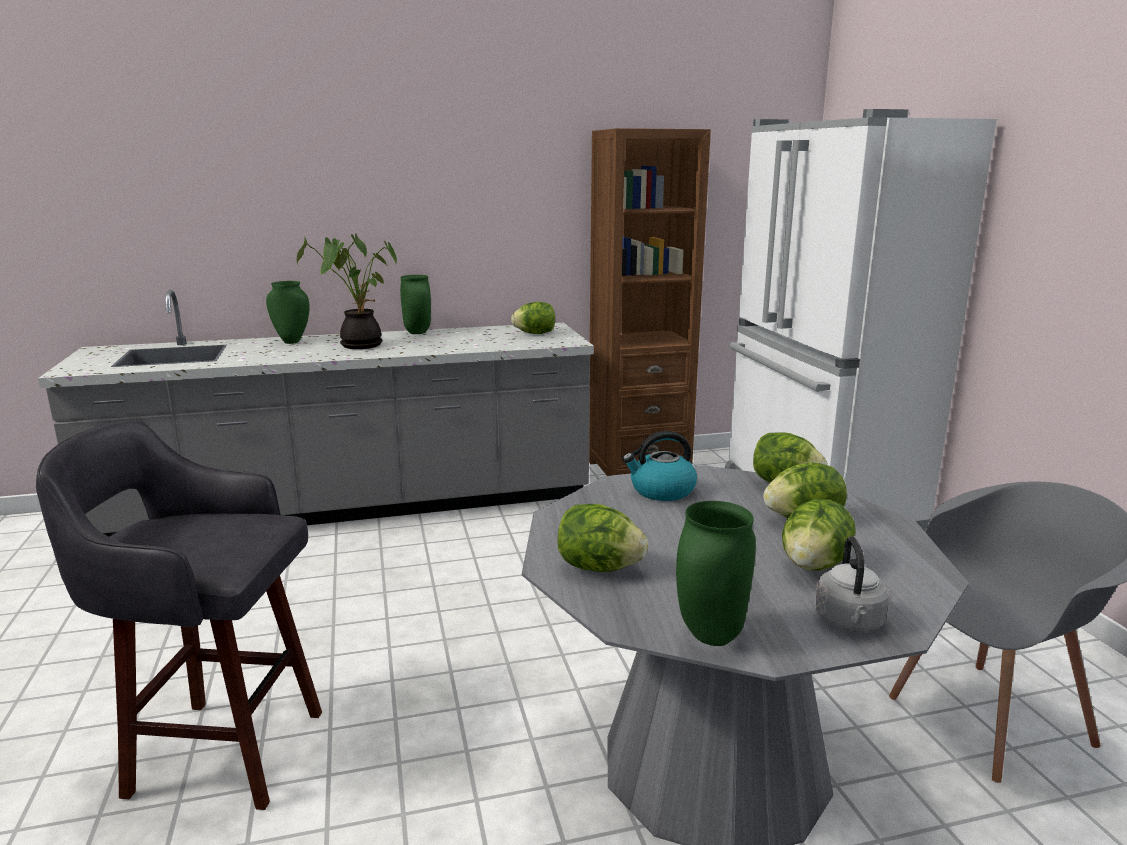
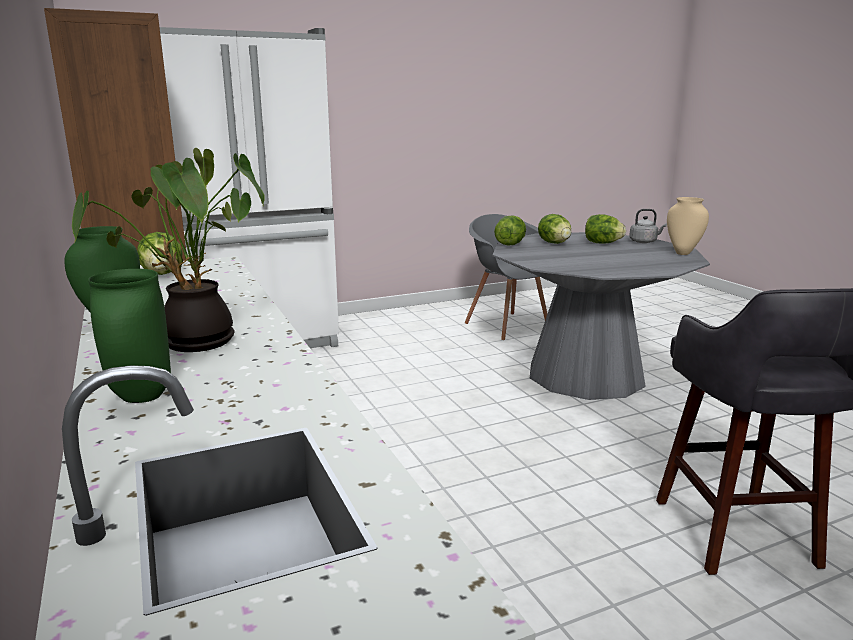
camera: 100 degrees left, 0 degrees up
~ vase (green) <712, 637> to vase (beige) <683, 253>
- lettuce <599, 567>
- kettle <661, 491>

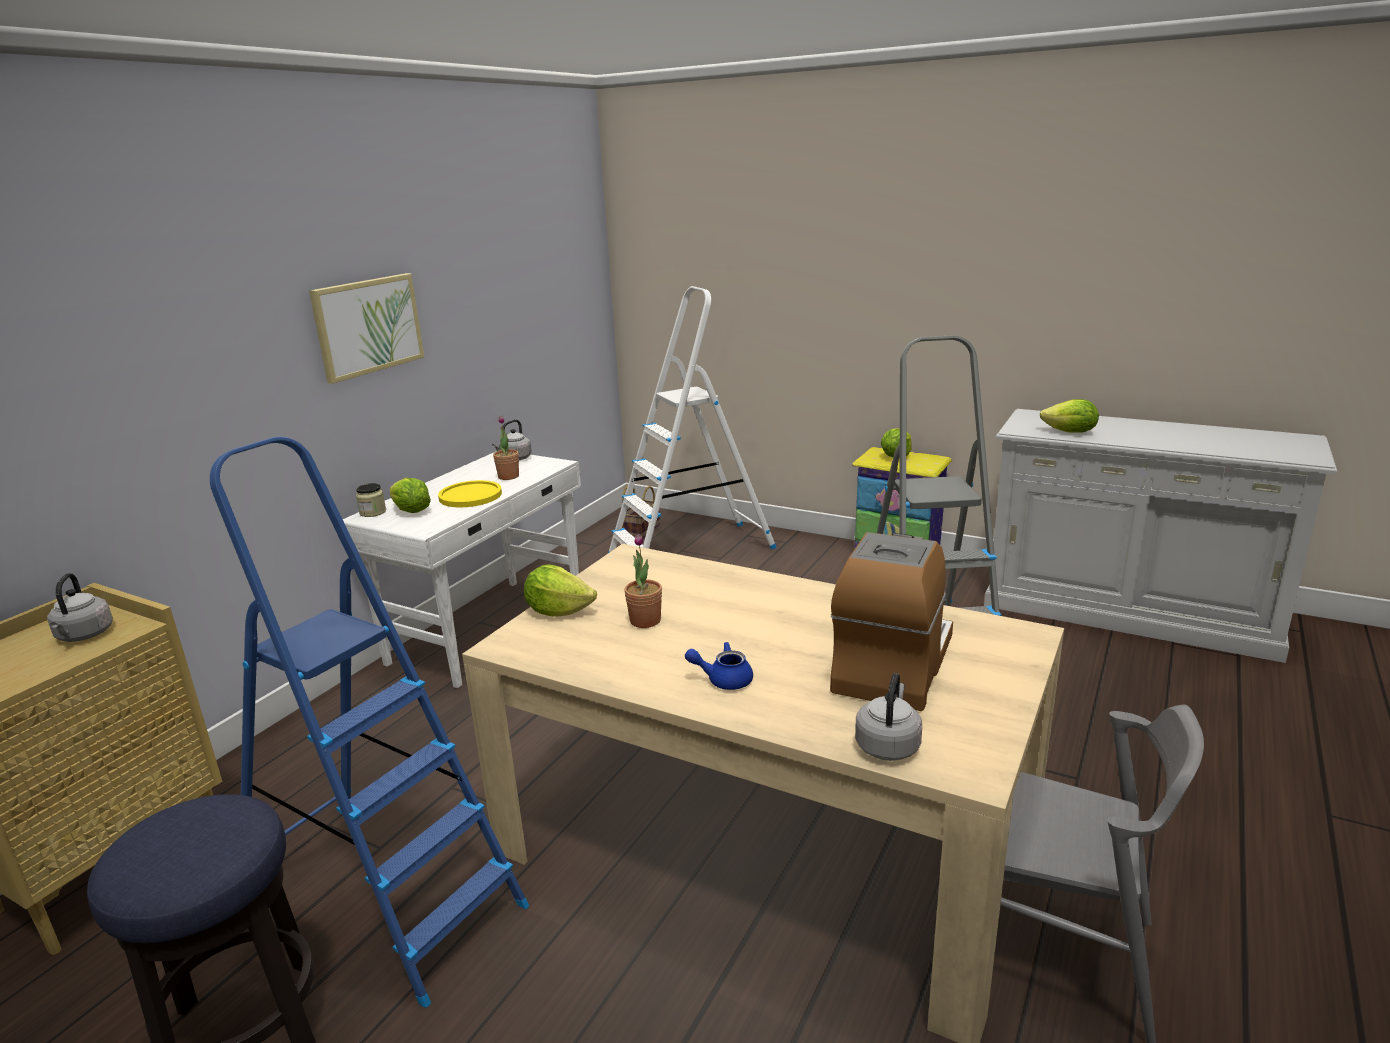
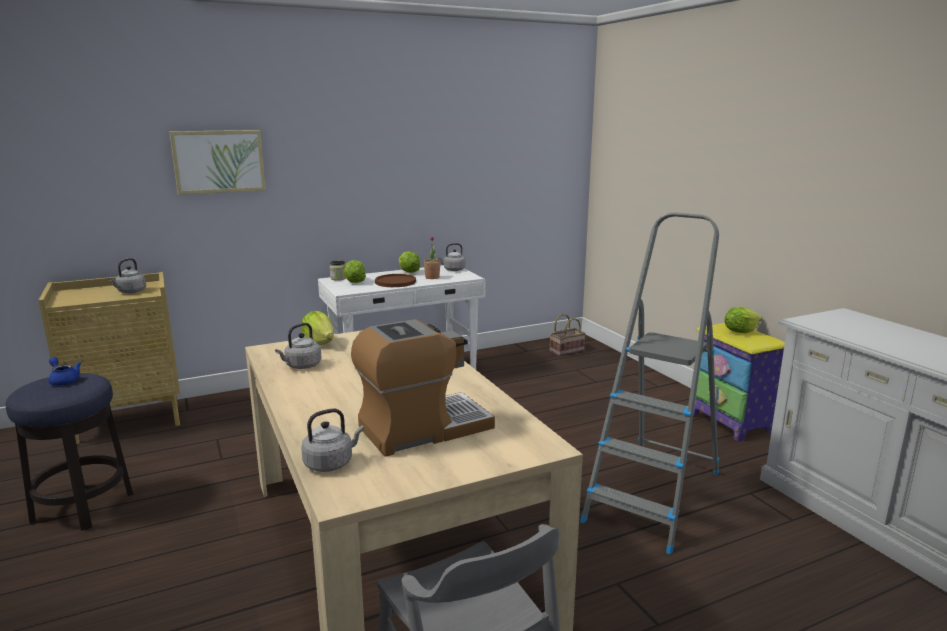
camera: 35 degrees right, 5 degrees down
~ teapot (blue) <723, 679> to <64, 380>
~ picture <368, 326> to <219, 161>
+ kettle (grey) <301, 366>
~ plate (yellow) <470, 496> to plate (brown) <395, 282>
~ lettuce <1070, 432> to <408, 272>
- step ladder (blue) <382, 895>
- step ladder (white) <691, 552>
- potted plant <645, 621>

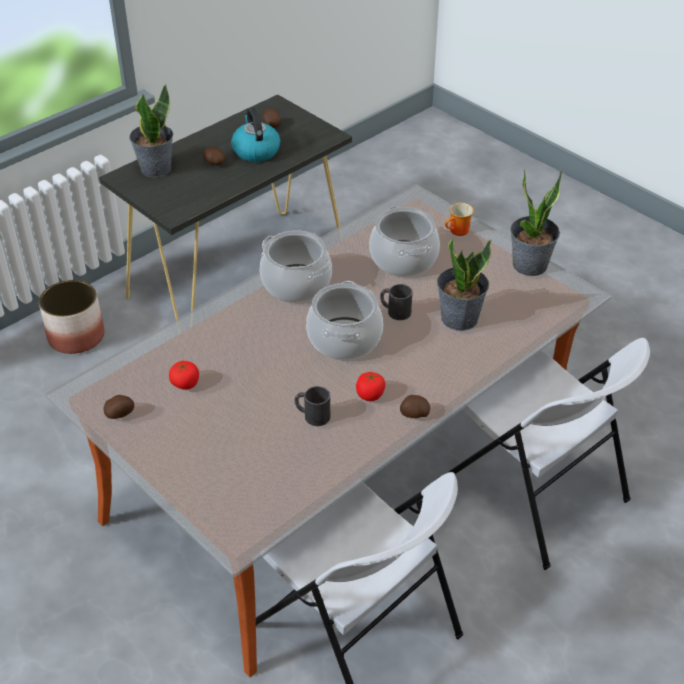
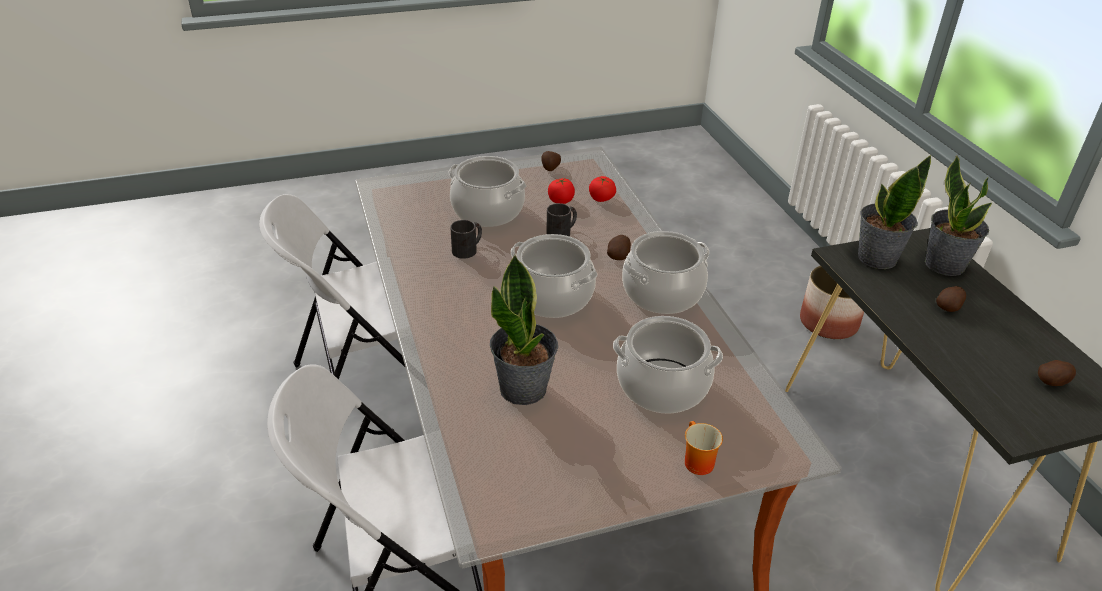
camera: 115 degrees right, 5 degrees down
+ cooking pot <487, 211>
~ mug (black) <395, 311> to <562, 232>
~ tomato <370, 395> to <601, 198>
~ potato <414, 414> to <619, 256>
~ potted plant <530, 265> to <876, 258>
- kettle <255, 151>

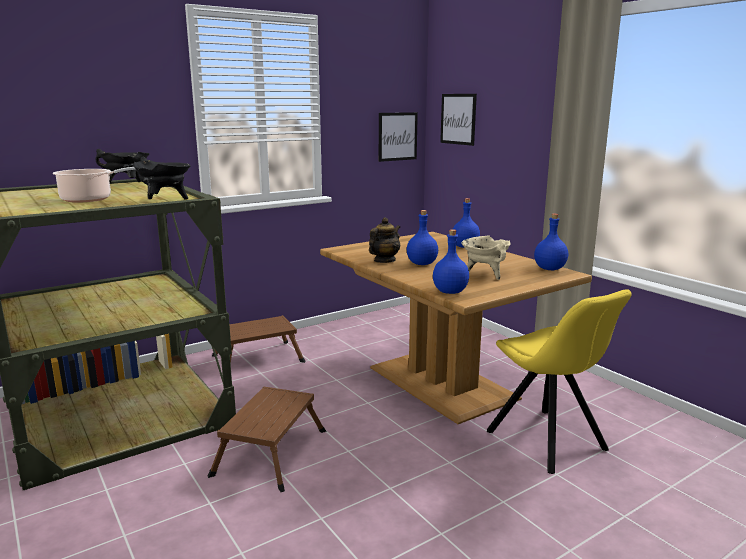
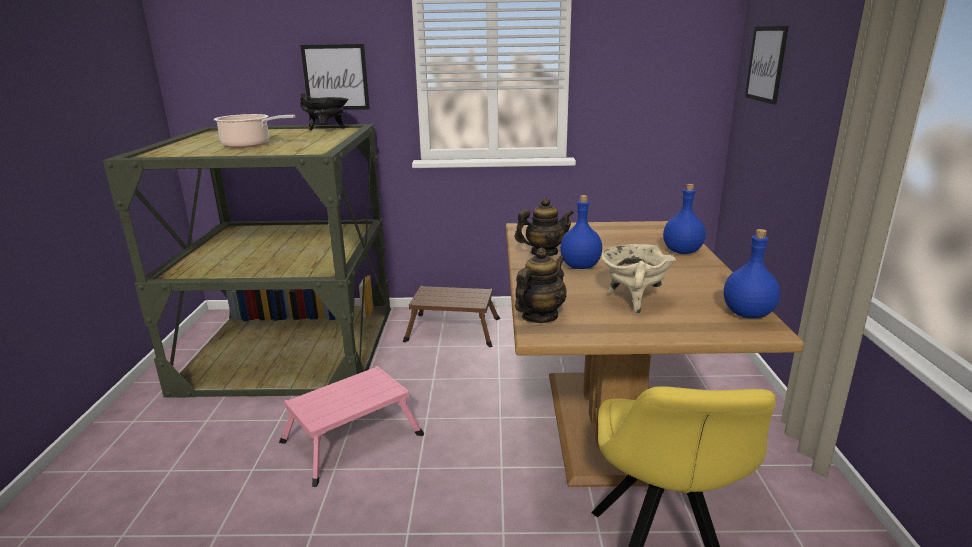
camera: 35 degrees right, 5 degrees up
~ step ladder (brown) <271, 452> to step ladder (pink) <353, 438>
~ picture <397, 136> to <336, 77>
~ bottle (blue) <450, 292> to teapot <539, 316>
- cooking pot (black) <164, 201>

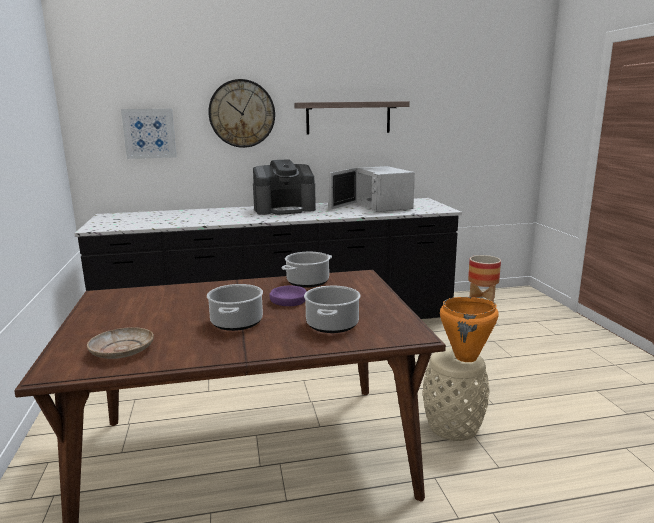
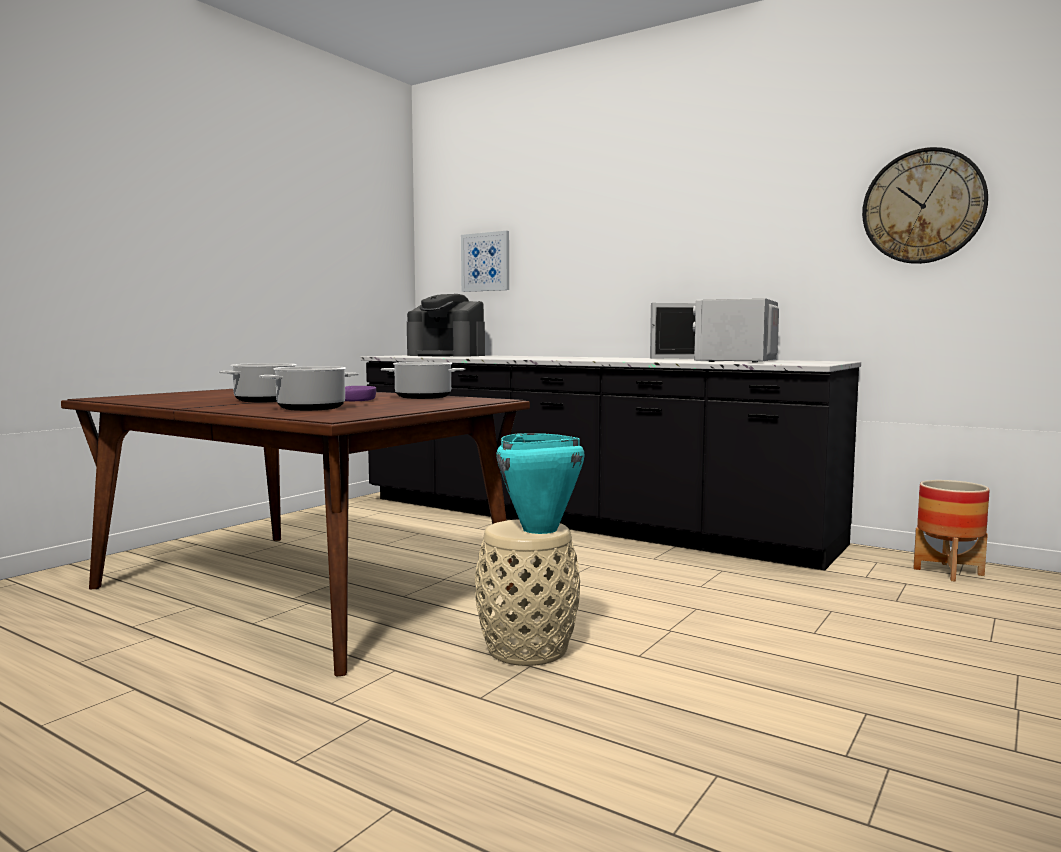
camera: 45 degrees right, 10 degrees down
~ coffee machine <284, 209> to <447, 355>
~ cooking pot (orange) <466, 357> to cooking pot (turquoise) <539, 529>
~ wall clock <242, 113> to <923, 206>
- plate (beige) <121, 350>
- shelf <348, 117>

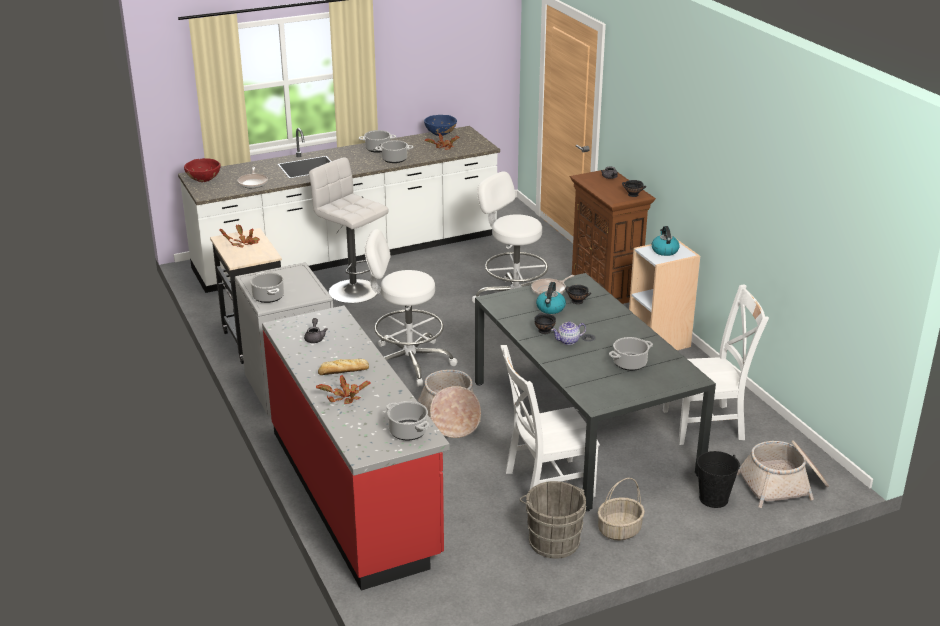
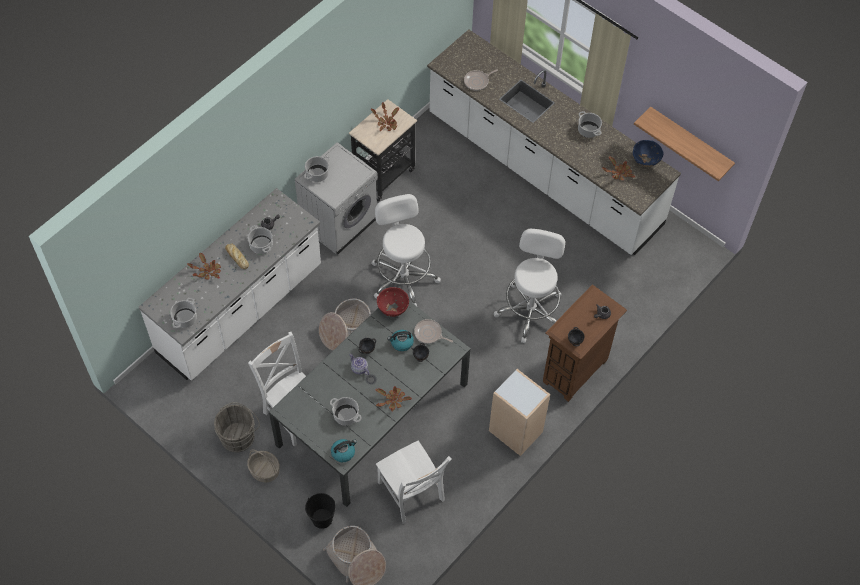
camera: 65 degrees right, 30 degrees up
~ counter (red) <354, 493> to counter (white) <241, 311>
~ cooking pot <394, 159> to <261, 245>
~ kettle <664, 250> to <343, 452>
+ potted plant <393, 401>
~ bowl (red) <204, 180> to <393, 308>
+ shelf <690, 141>
- stool (white) <353, 291>

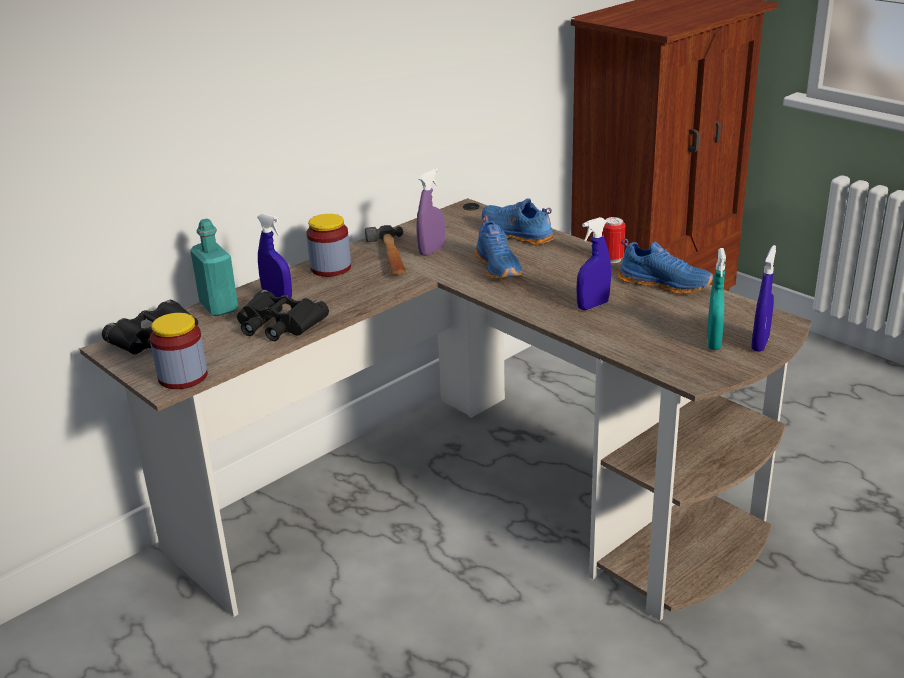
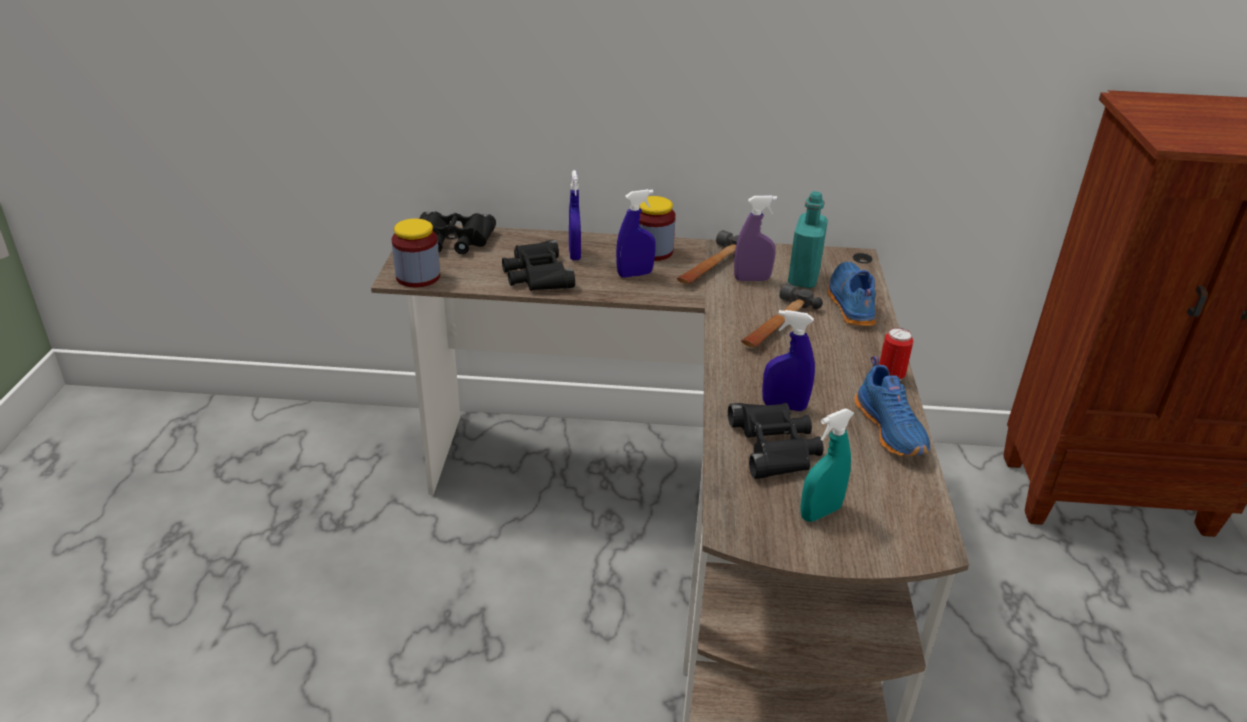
camera: 45 degrees right, 5 degrees up
~ spray bottle (blue) <760, 343> to <635, 274>
+ binoculars (black) <775, 446>
~ shoe (blue) <499, 267> to hammer <776, 325>
~ bottle (turquoise) <219, 306> to <803, 278>

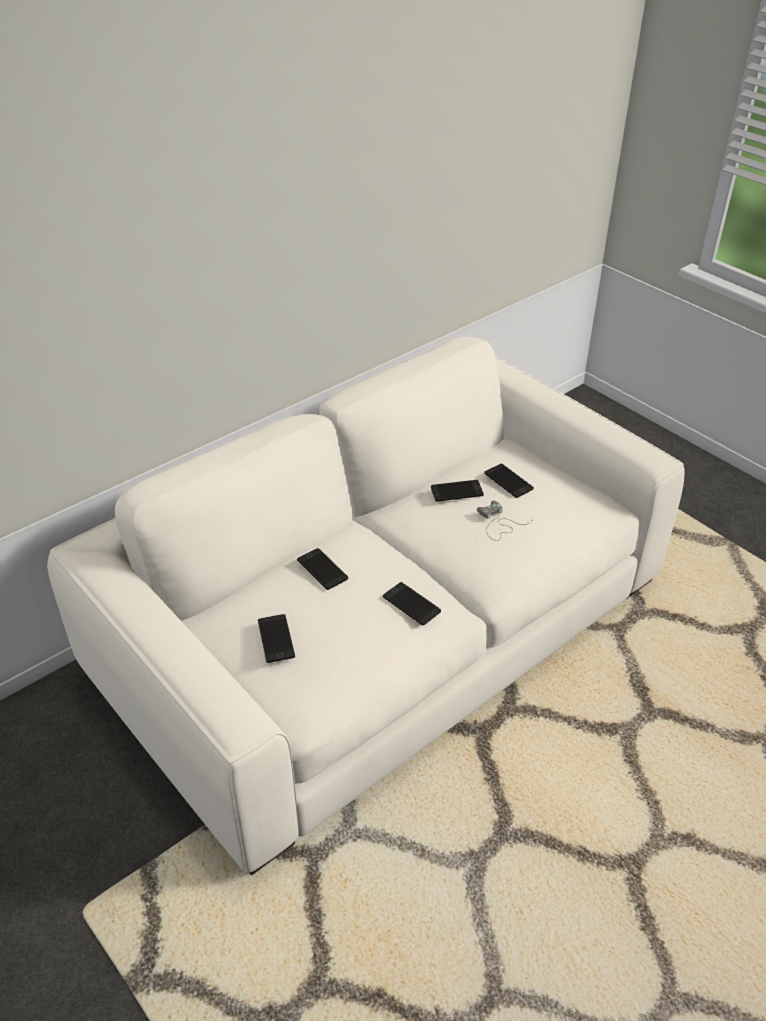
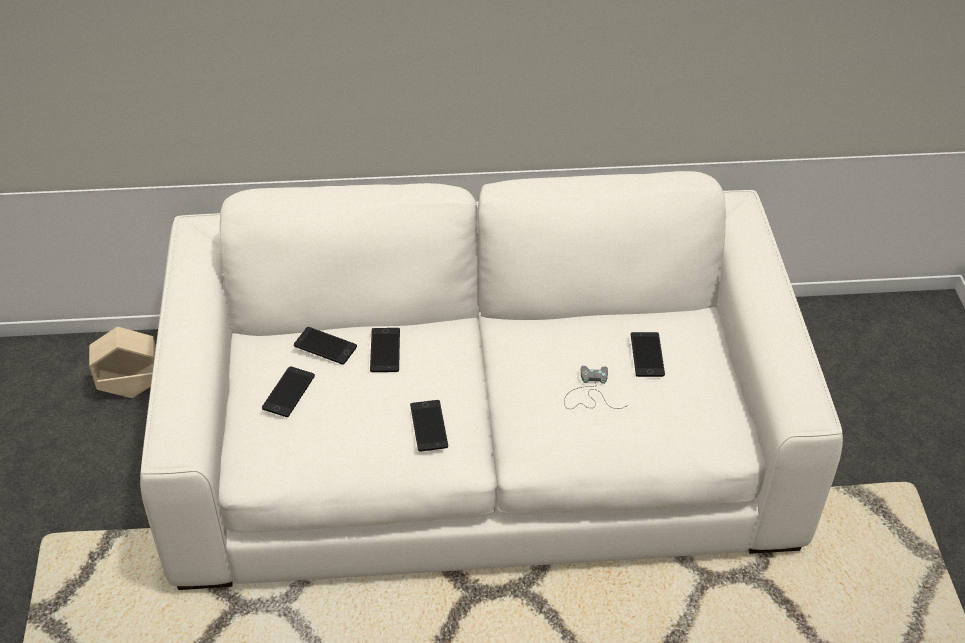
camera: 35 degrees right, 5 degrees up
+ planter (beige) <132, 387>
~ phone <457, 491> to <325, 346>

